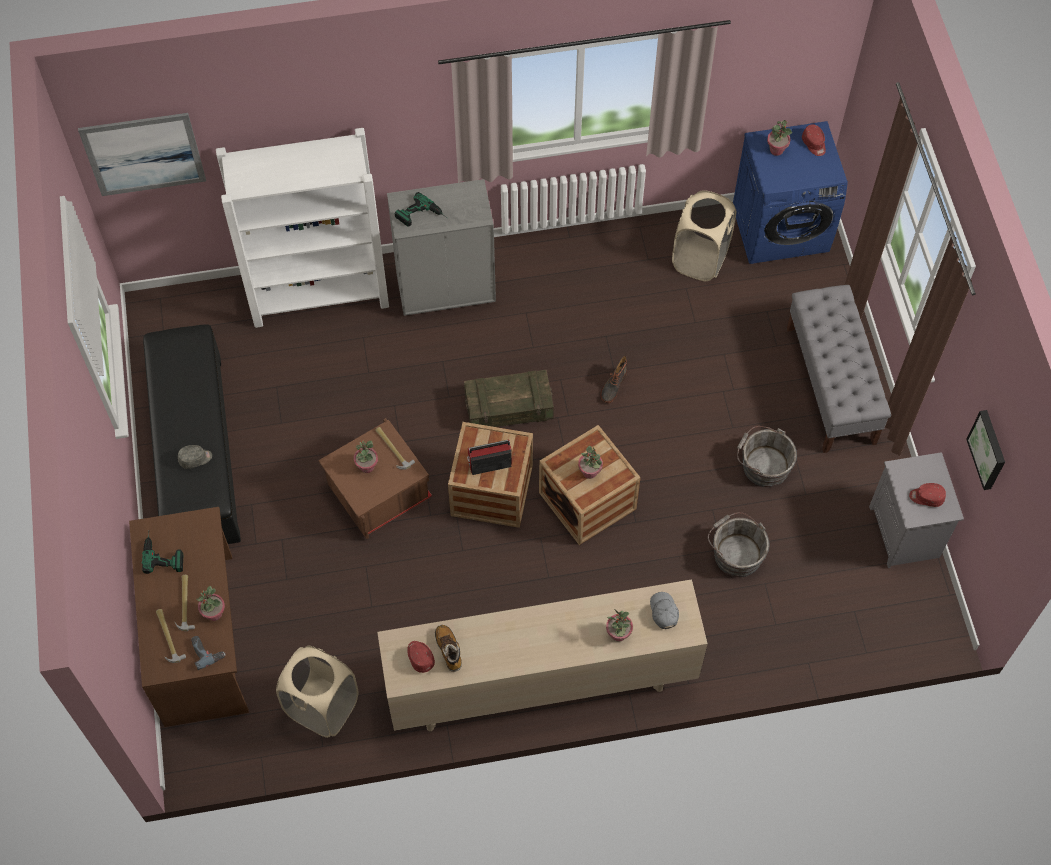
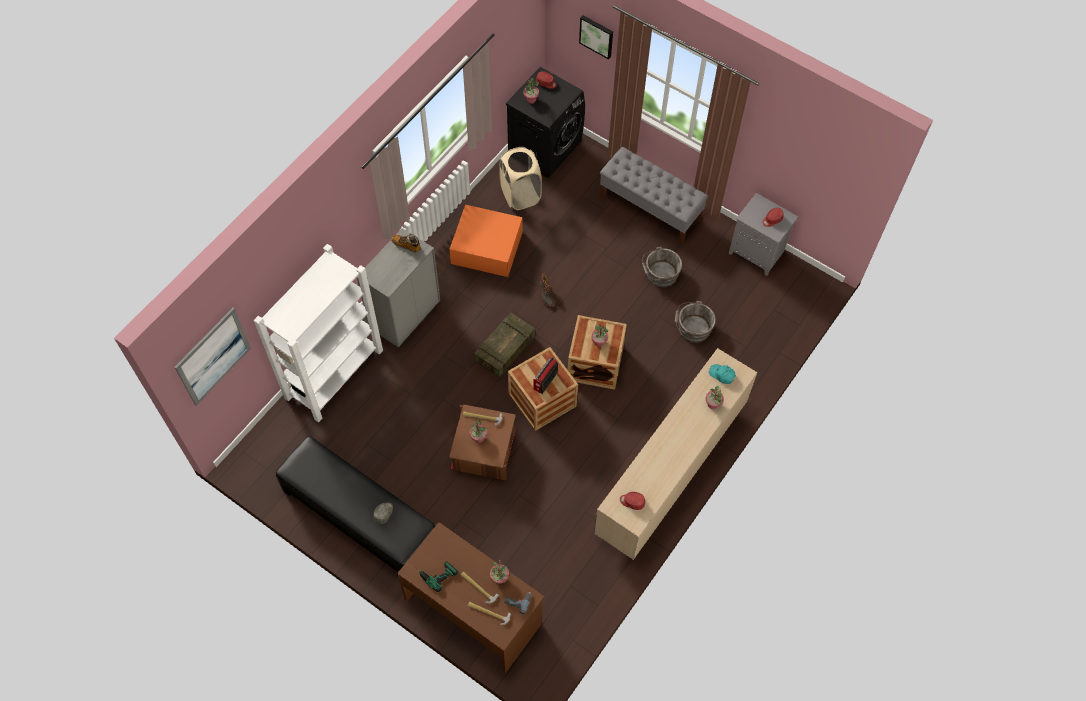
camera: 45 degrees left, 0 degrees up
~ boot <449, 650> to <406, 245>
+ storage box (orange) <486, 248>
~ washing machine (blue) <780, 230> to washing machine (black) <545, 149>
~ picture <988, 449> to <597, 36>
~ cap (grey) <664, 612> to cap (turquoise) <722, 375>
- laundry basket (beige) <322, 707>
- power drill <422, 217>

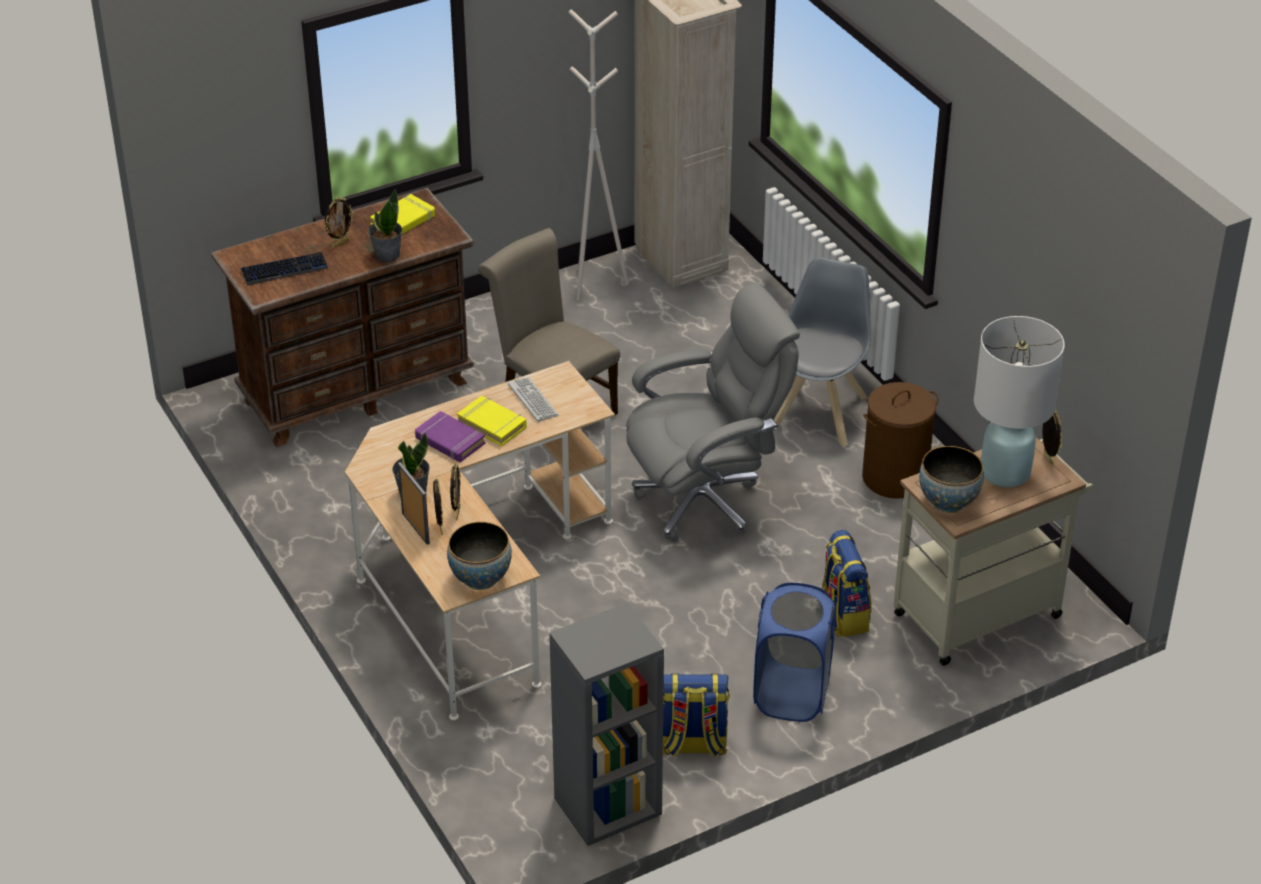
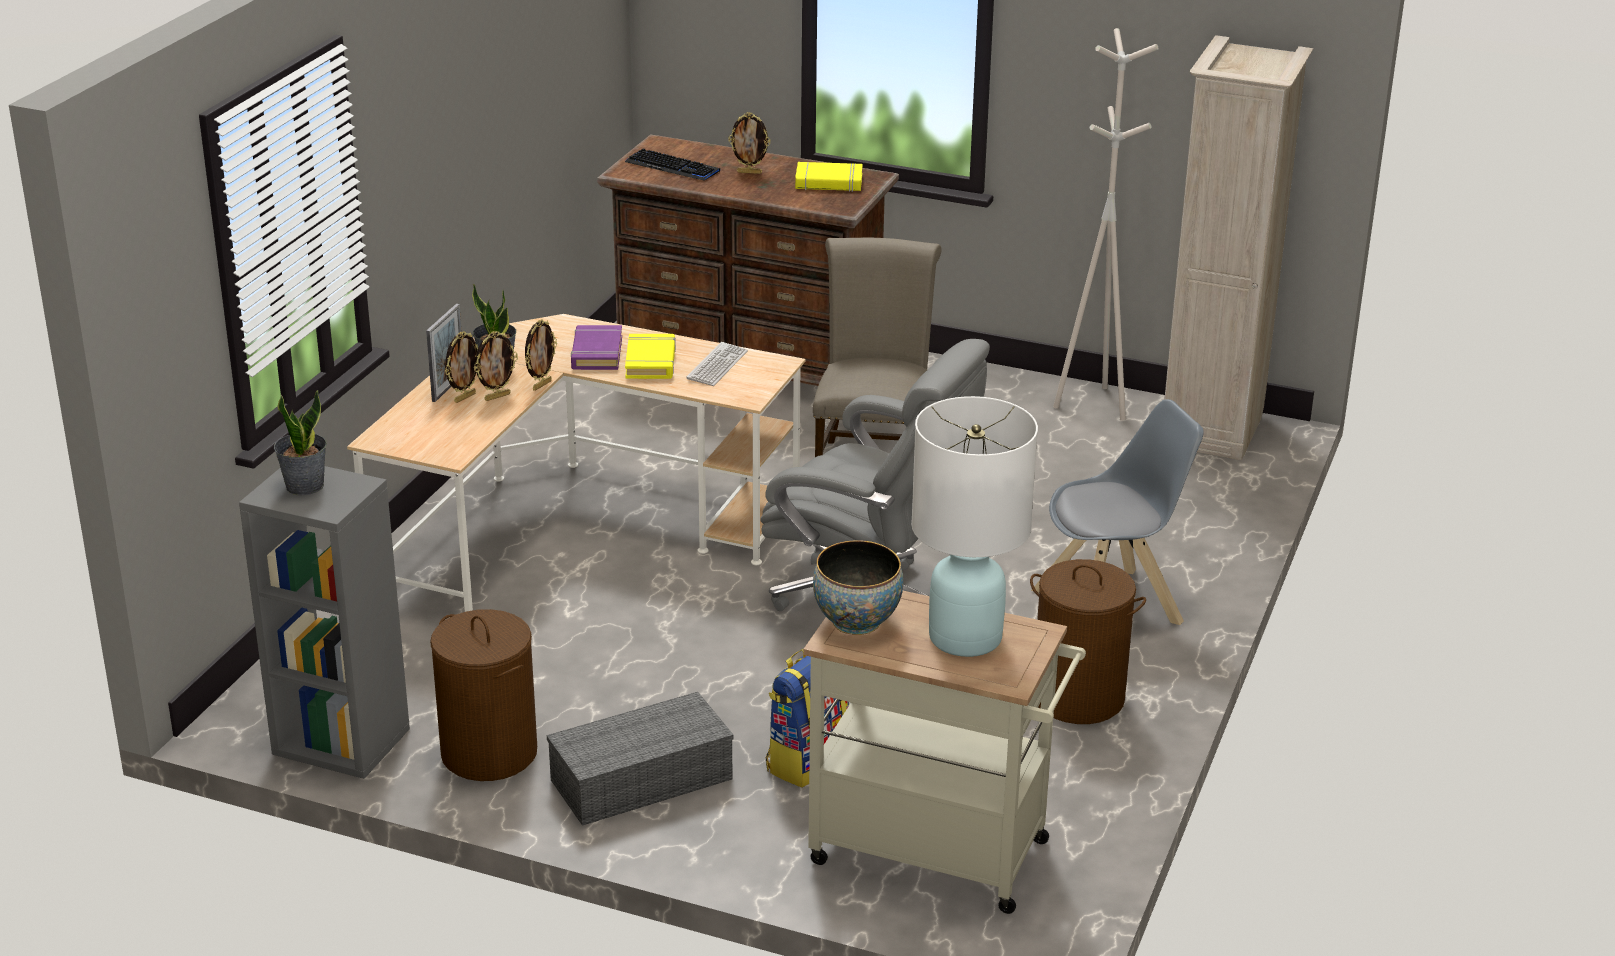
camera: 50 degrees right, 10 degrees down
~ potted plant <387, 255> to <304, 485>
~ backpack <692, 745> to laundry basket (brown) <488, 752>
~ picture frame <1048, 459> to <541, 385>
~ laundry basket (blue) <792, 694> to storage box (grey) <640, 781>
- bowl <480, 578>

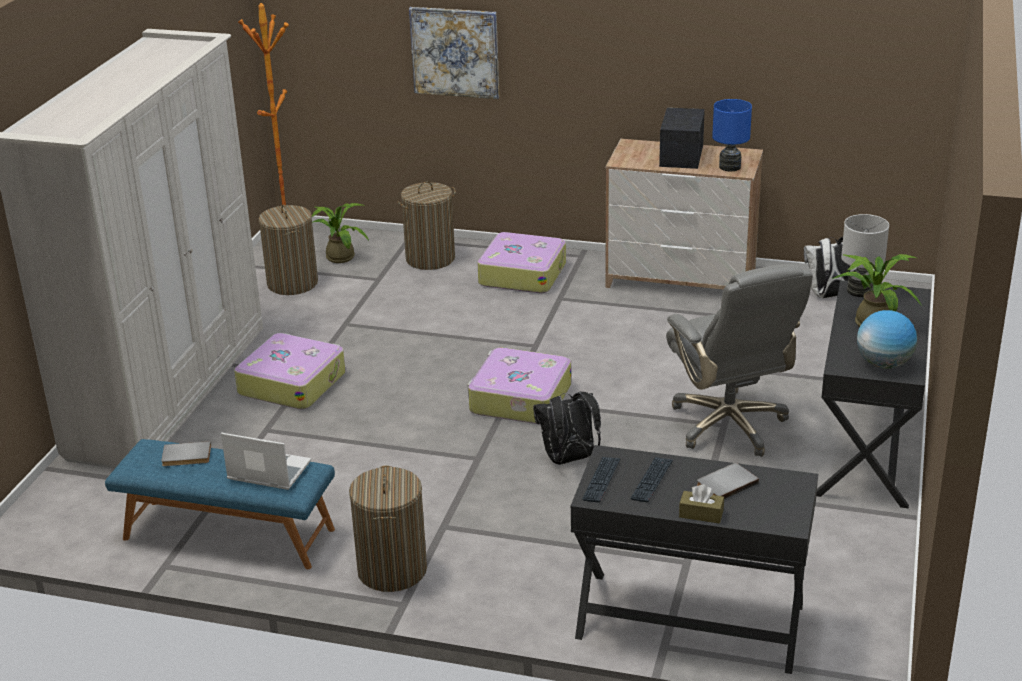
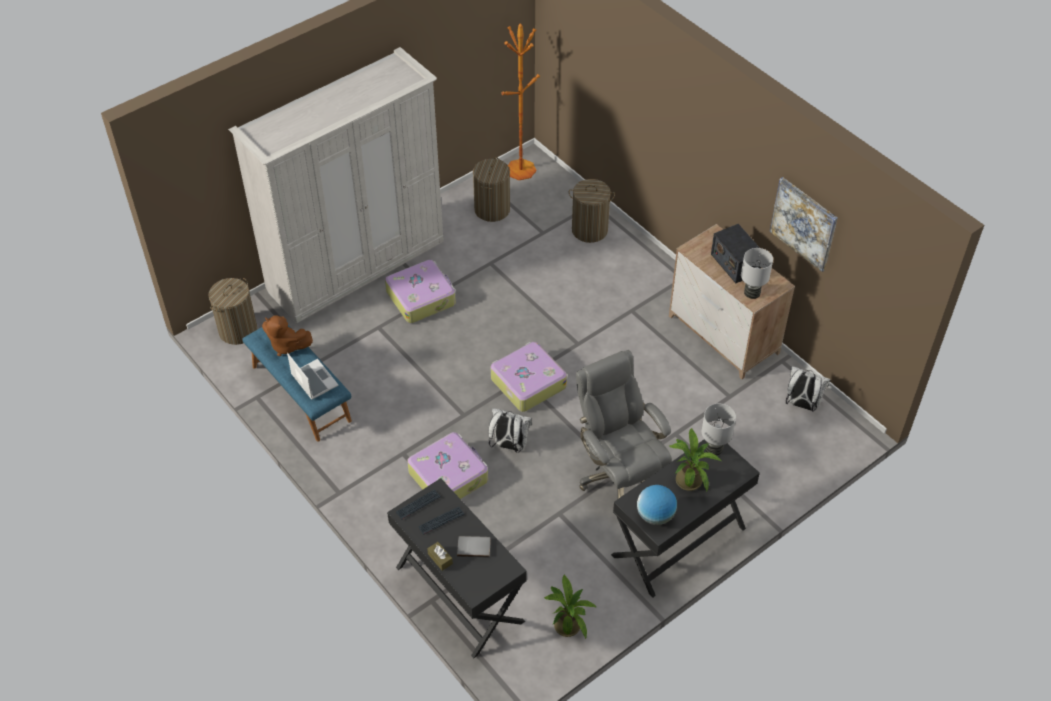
camera: 35 degrees right, 20 degrees up
~ laundry basket <392, 570> to <238, 330>
~ book (grey) <186, 456> to plush toy (brown) <286, 345>
~ suitcase <522, 274> to <448, 476>
~ backpack (black) <569, 459> to backpack (white) <509, 445>
~ potted plant <339, 256> to <568, 623>
~ office chair (grey) <729, 428> = <619, 476> 135 degrees clockwise
~ radio <681, 155> = <735, 263> 75 degrees counterclockwise
~ table lamp (blue) <730, 167> to table lamp (grey) <752, 293>
~ picture <455, 52> to <803, 223>

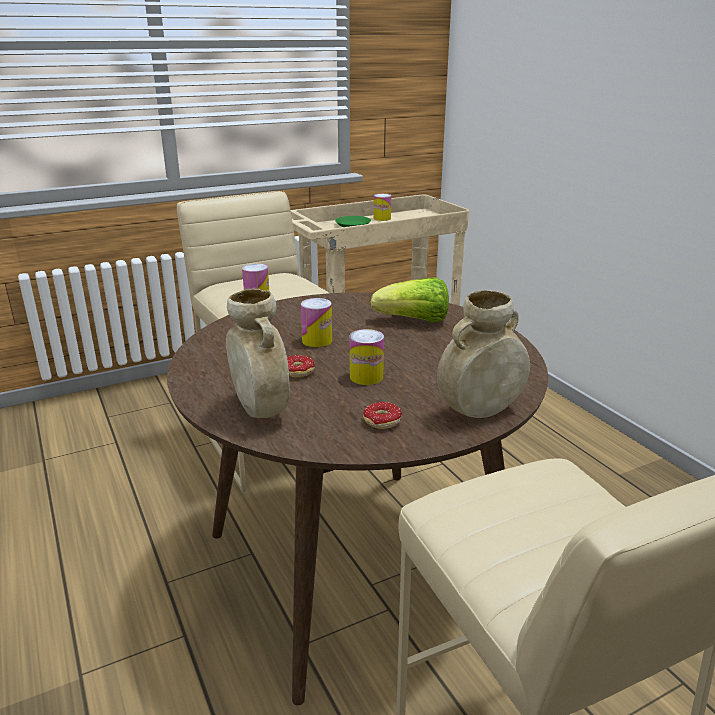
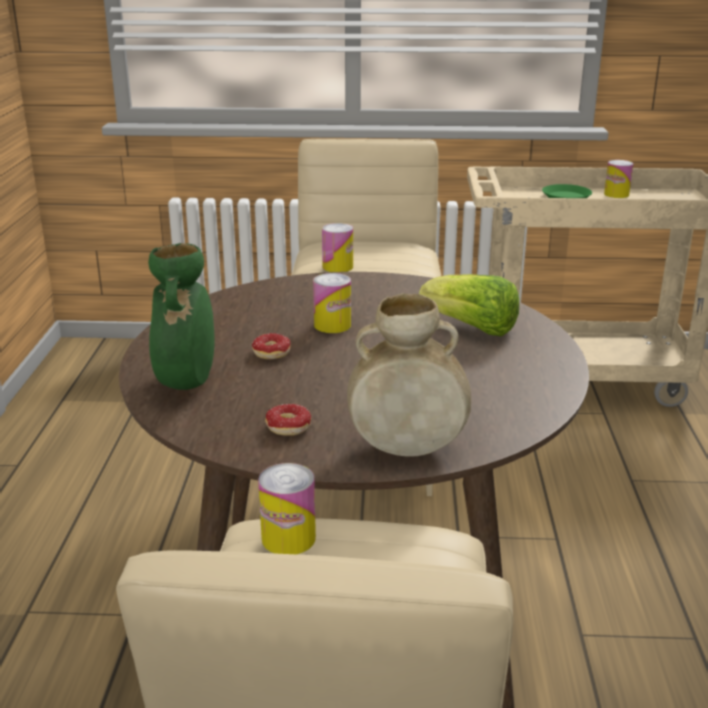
camera: 30 degrees right, 0 degrees up
~ vase (beige) <261, 411> to vase (green) <187, 383>
~ can <366, 377> to <288, 538>

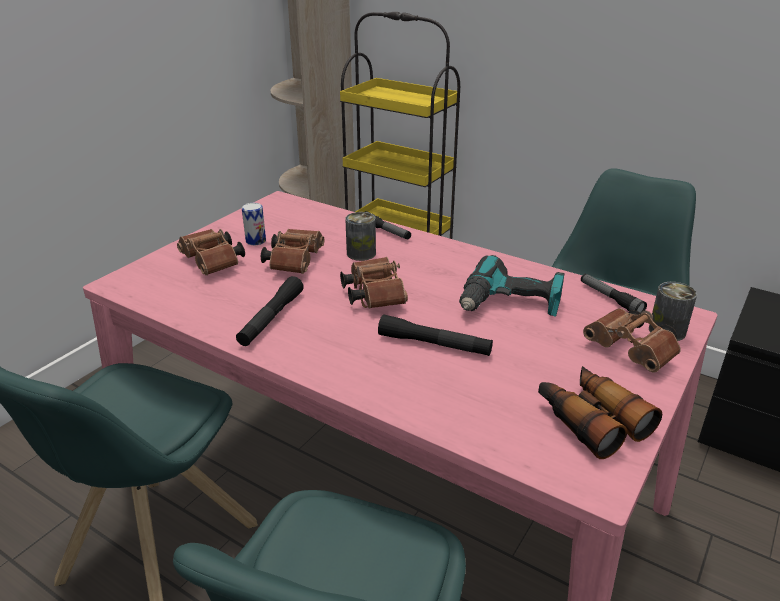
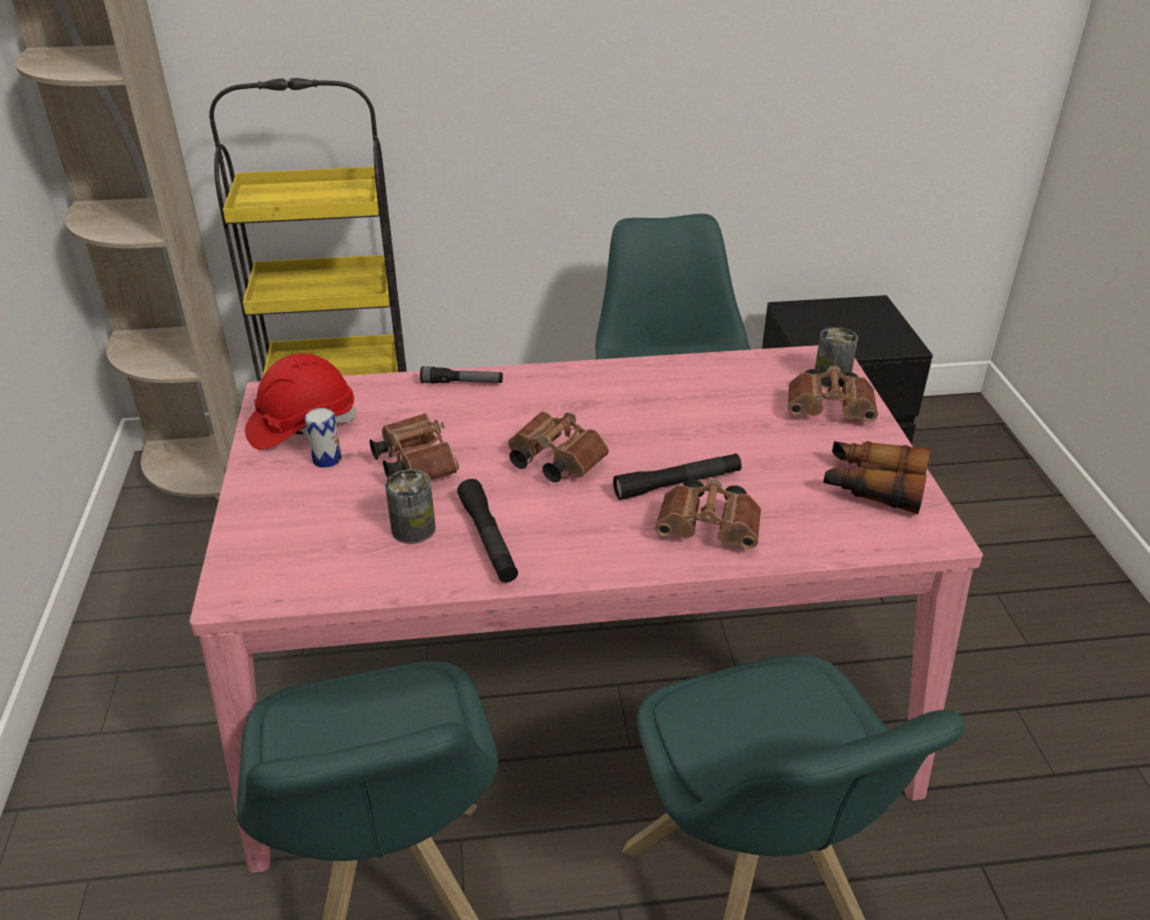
camera: 40 degrees left, 5 degrees up
+ hard hat (red) <302, 425>
~ can <361, 253> to <413, 529>
~ binoculars (brown) <213, 264> to <711, 530>
- power drill <510, 304>
- flashlight <610, 299>

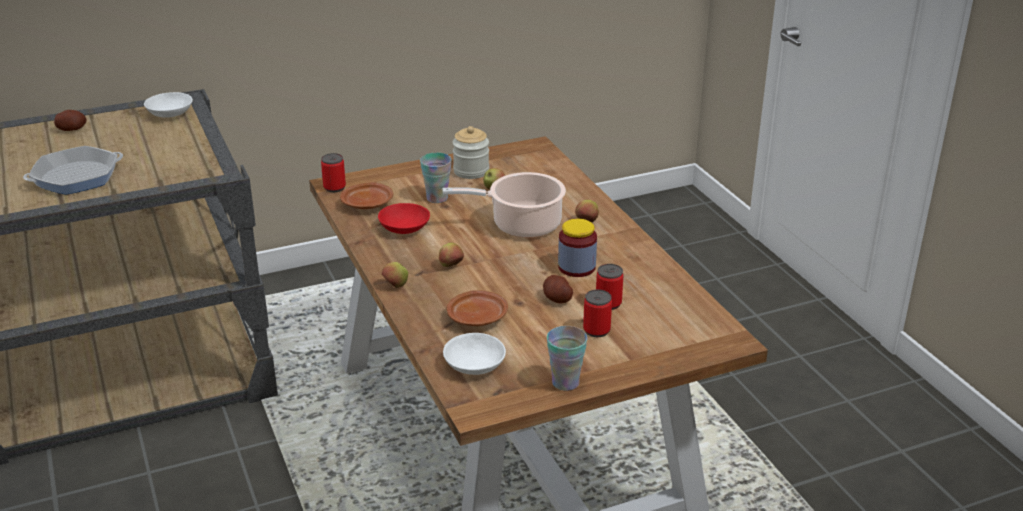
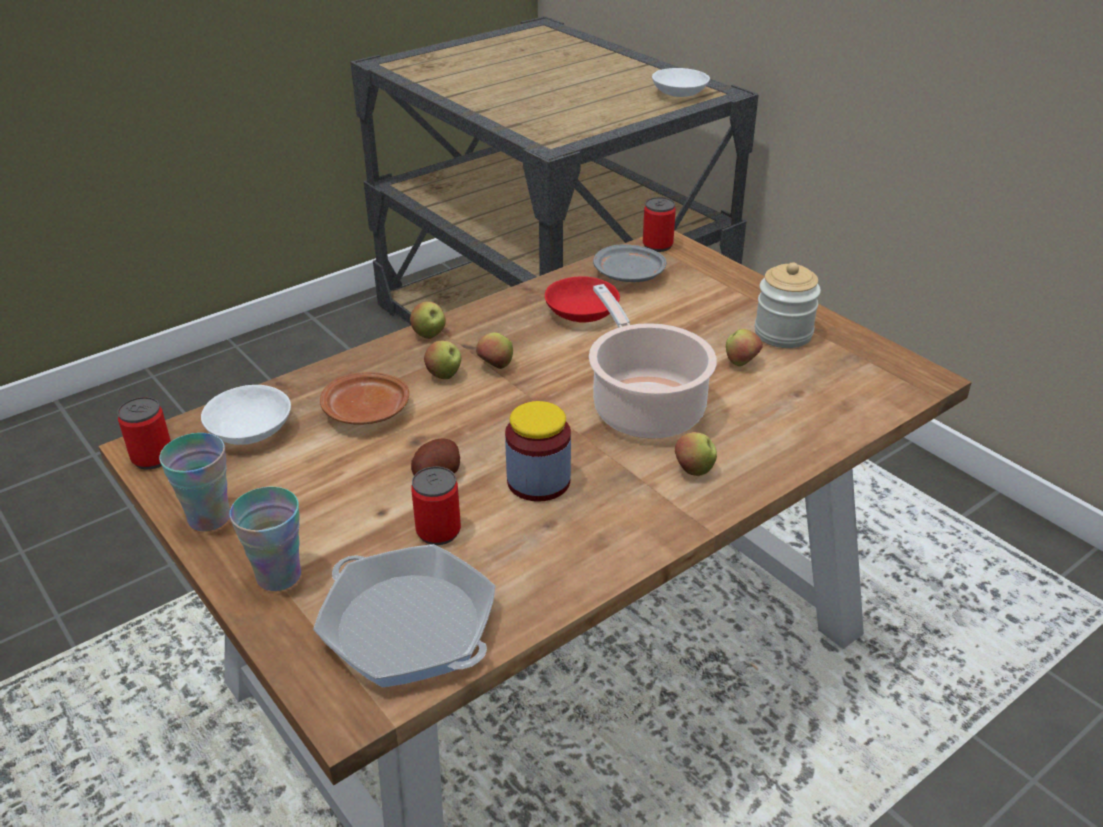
camera: 75 degrees right, 5 degrees up
~ can <596, 330> to <152, 458>
~ cup <437, 198> to <279, 576>
~ frying pan <76, 177> to <408, 626>
+ apple <444, 375>
~ plate (brown) <368, 204> to plate (grey) <629, 275>
- potato <72, 129>

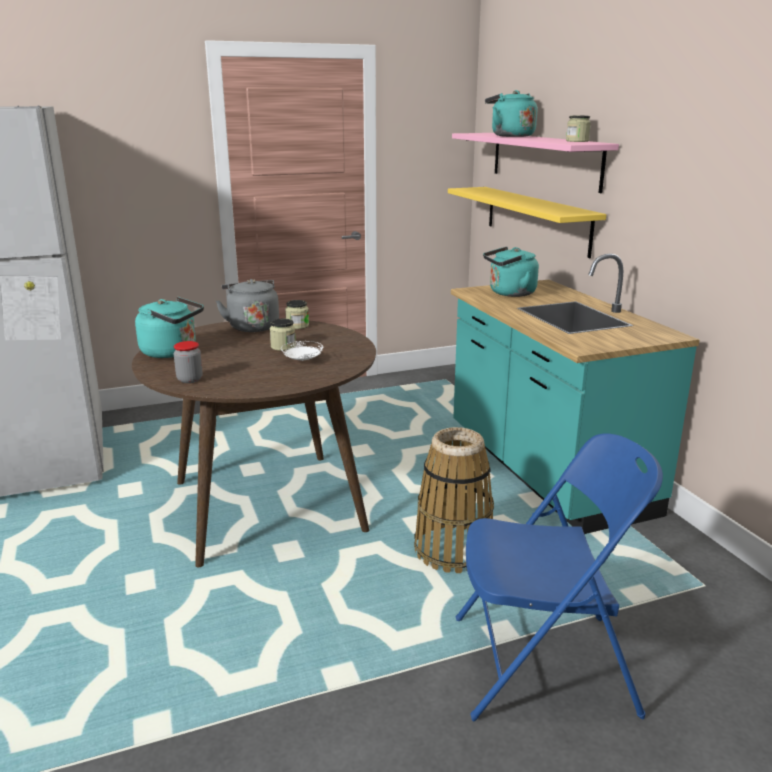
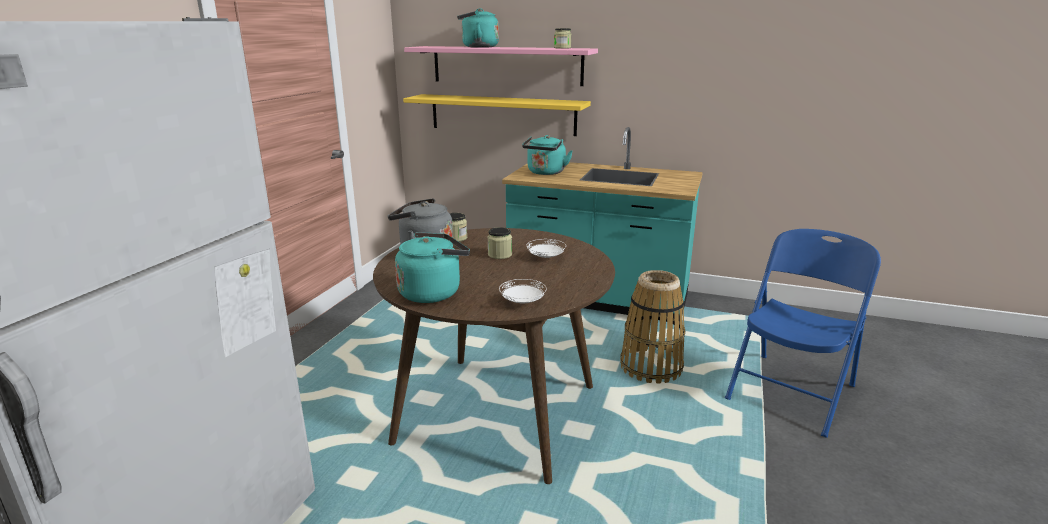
camera: 50 degrees left, 0 degrees up
~ jar <190, 379> to plate (white) <523, 302>

